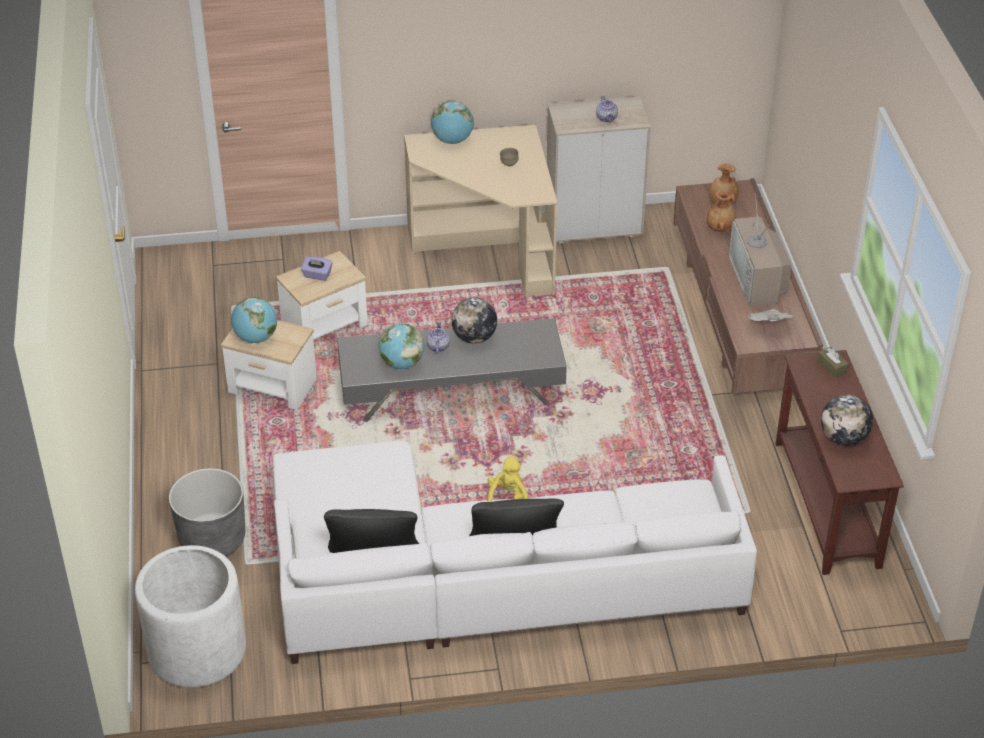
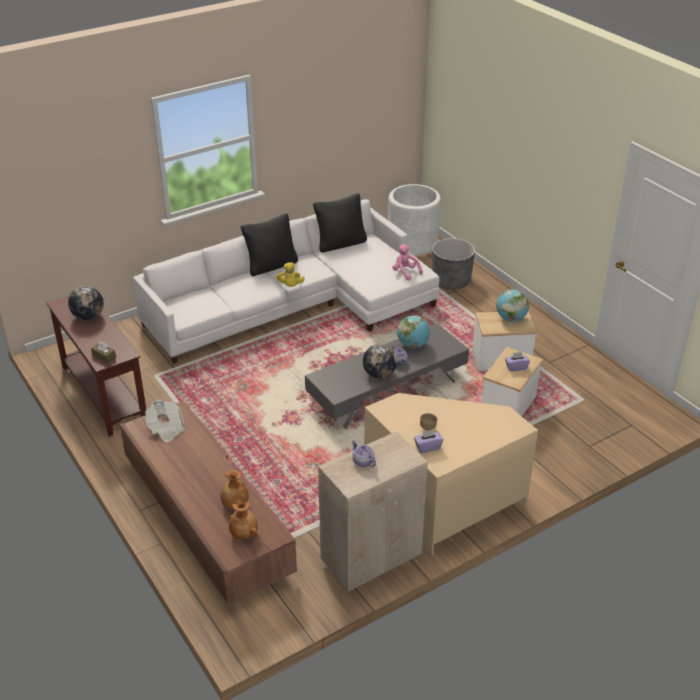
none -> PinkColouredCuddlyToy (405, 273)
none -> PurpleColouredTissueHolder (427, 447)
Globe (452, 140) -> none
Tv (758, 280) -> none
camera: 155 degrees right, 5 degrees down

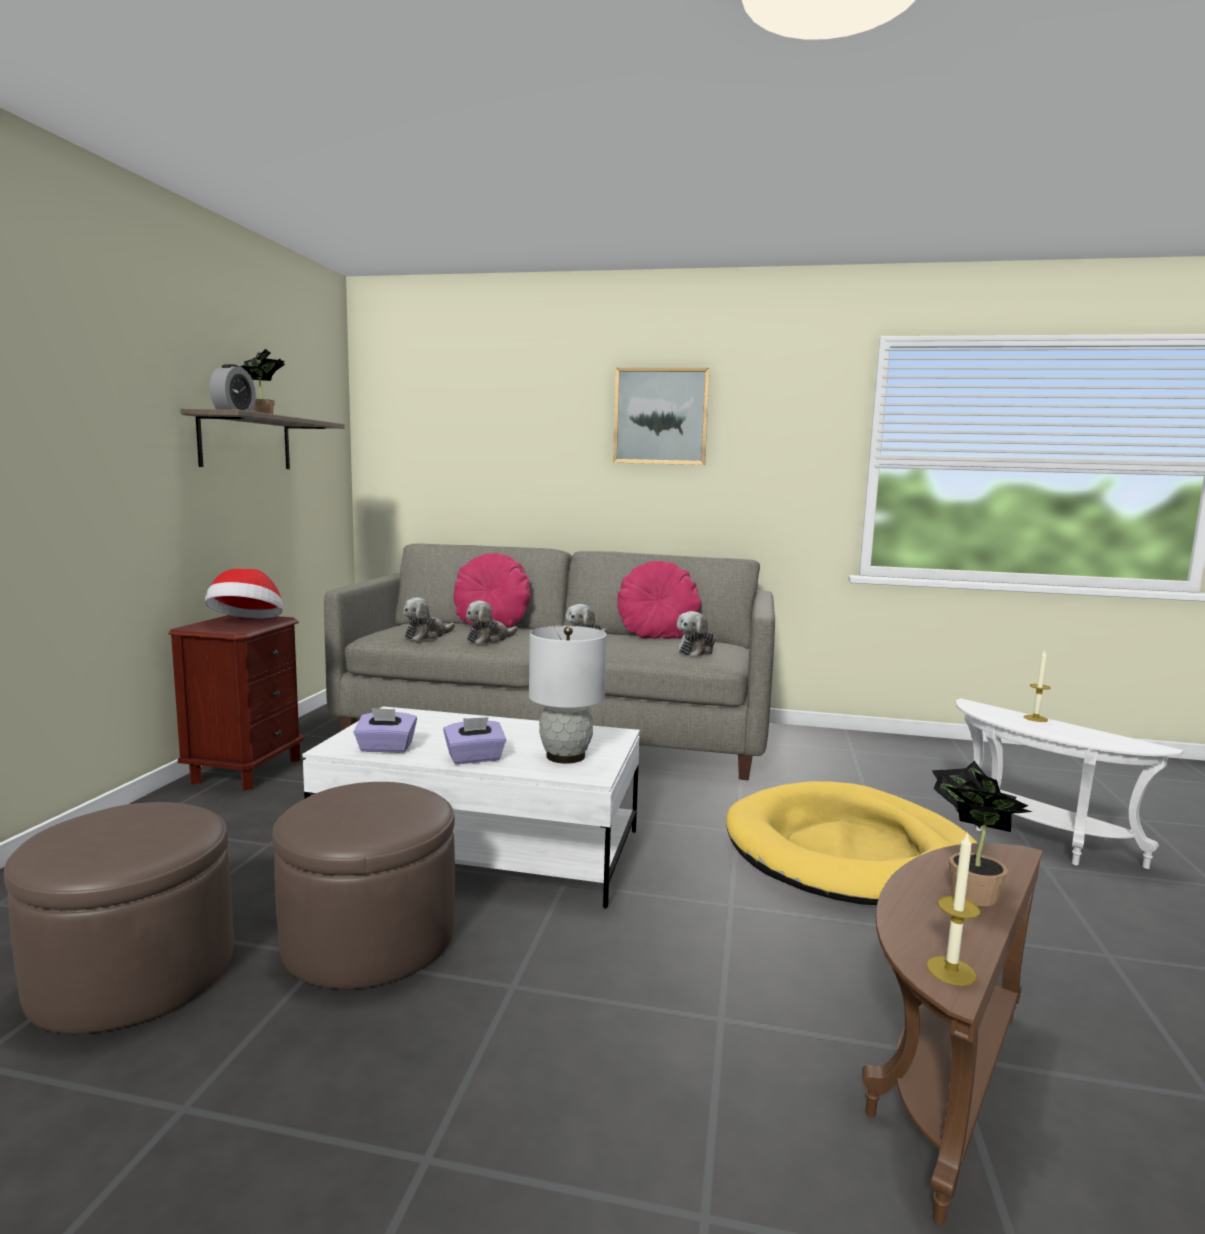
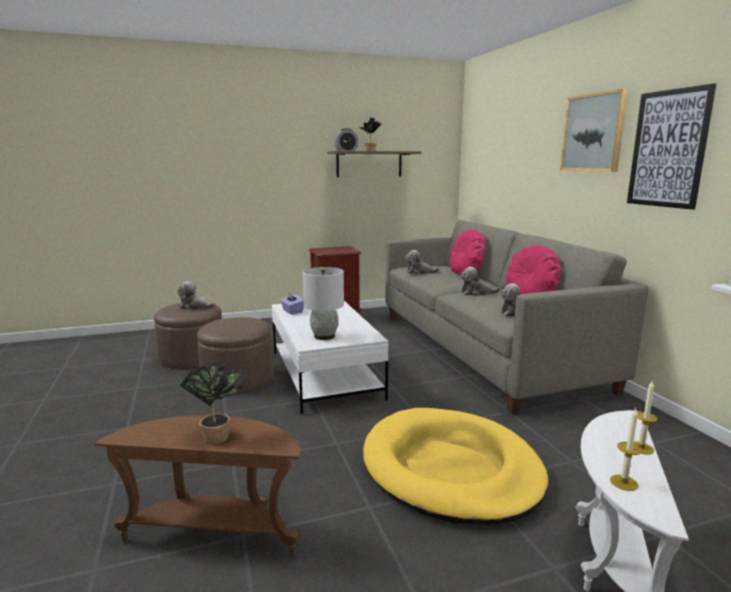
CuddlyToy (489, 639) -> CuddlyToy (195, 307), shifted
Candle (951, 971) -> Candle (624, 482), shifted
none -> WallPicture (668, 149)
ClothingHat (247, 623) -> none
PurpleColouredTissueHolder (475, 758) -> none
camera: 60 degrees right, 5 degrees up

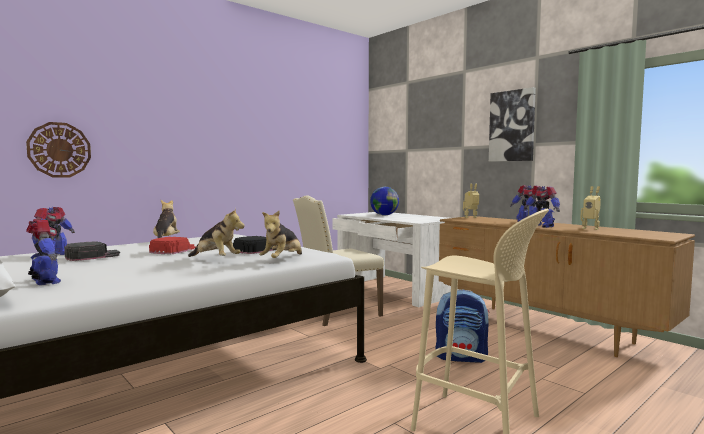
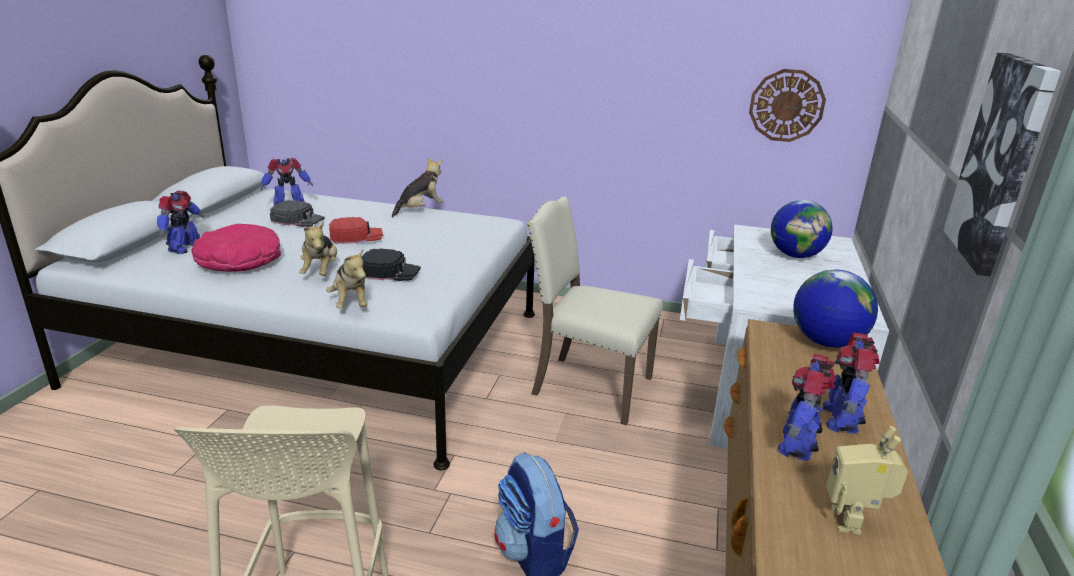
none -> PinkColouredCushion (238, 261)
CuddlyToy (282, 260) -> CuddlyToy (350, 303), 105 degrees counterclockwise
ClockOnTheWall (59, 150) -> ClockOnTheWall (786, 105), shifted
RobotFigure (471, 217) -> Globe (825, 342)
camera: 55 degrees right, 20 degrees up

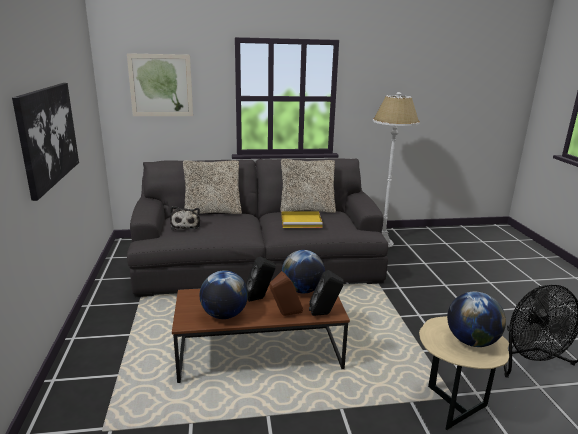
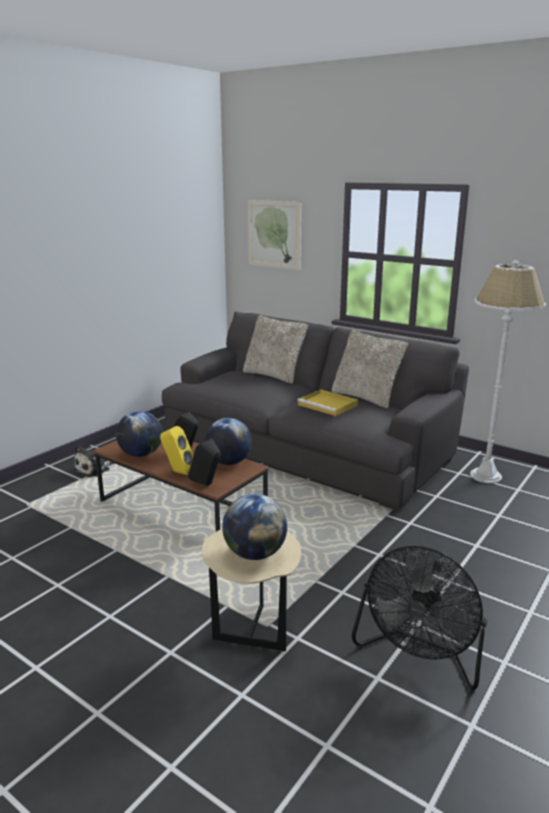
CuddlyToy (186, 225) -> CuddlyToy (94, 470), shifted
BrownishLoudspeaker (285, 315) -> YellowColouredLoudspeaker (178, 472)
WallPicture (48, 135) -> none
camera: 45 degrees right, 0 degrees up

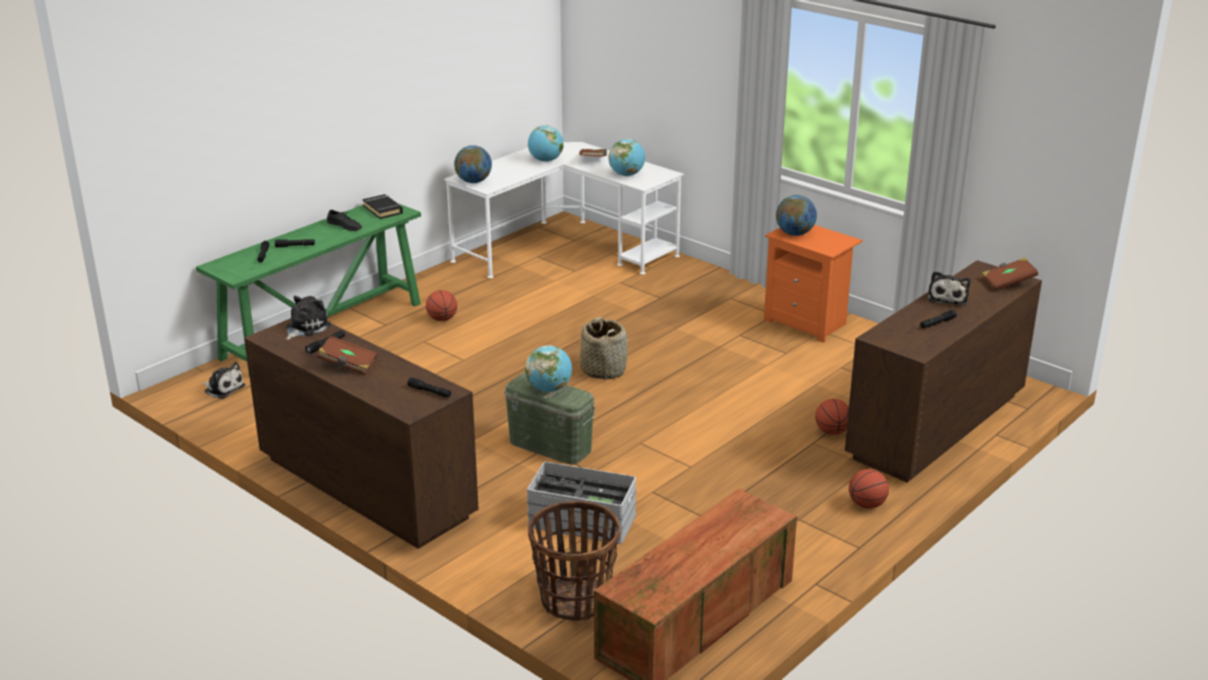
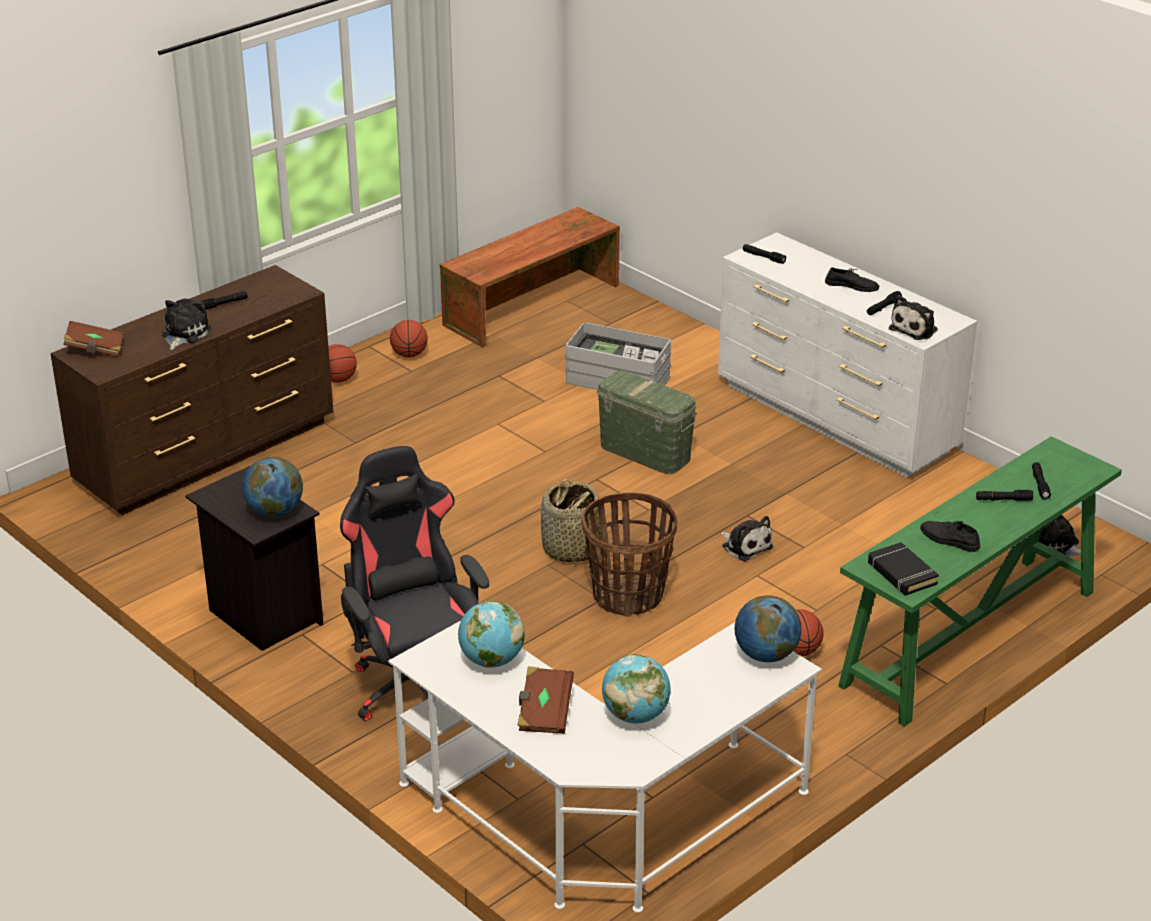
OrangeyBedsideTable (808, 322) -> BlackBedsideTable (262, 615)
none -> BlackOfficeChair (417, 690)
Basketball (832, 432) -> Basketball (409, 355), shifted
HouseholdBasket (574, 600) -> HouseholdBasket (628, 595), shifted
BrownishDresser (366, 487) -> WhiteDresser (836, 418)
none -> CuddlyToy (745, 546)
BrownishBoundBook (348, 365) -> BlackItemOfFootwear (852, 285)
Globe (549, 389) -> none
camera: 175 degrees left, 5 degrees up

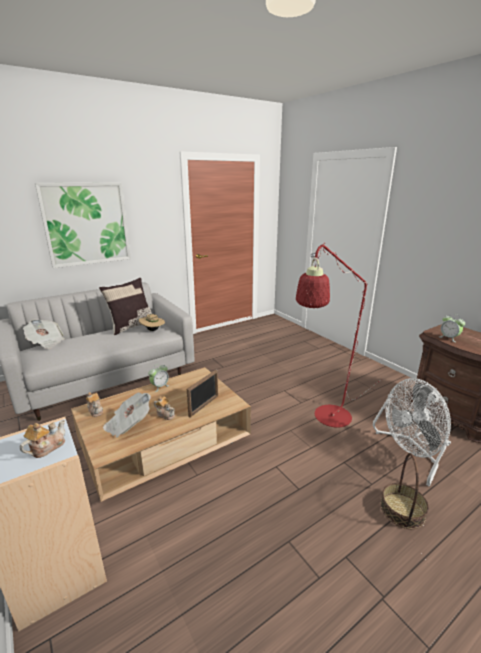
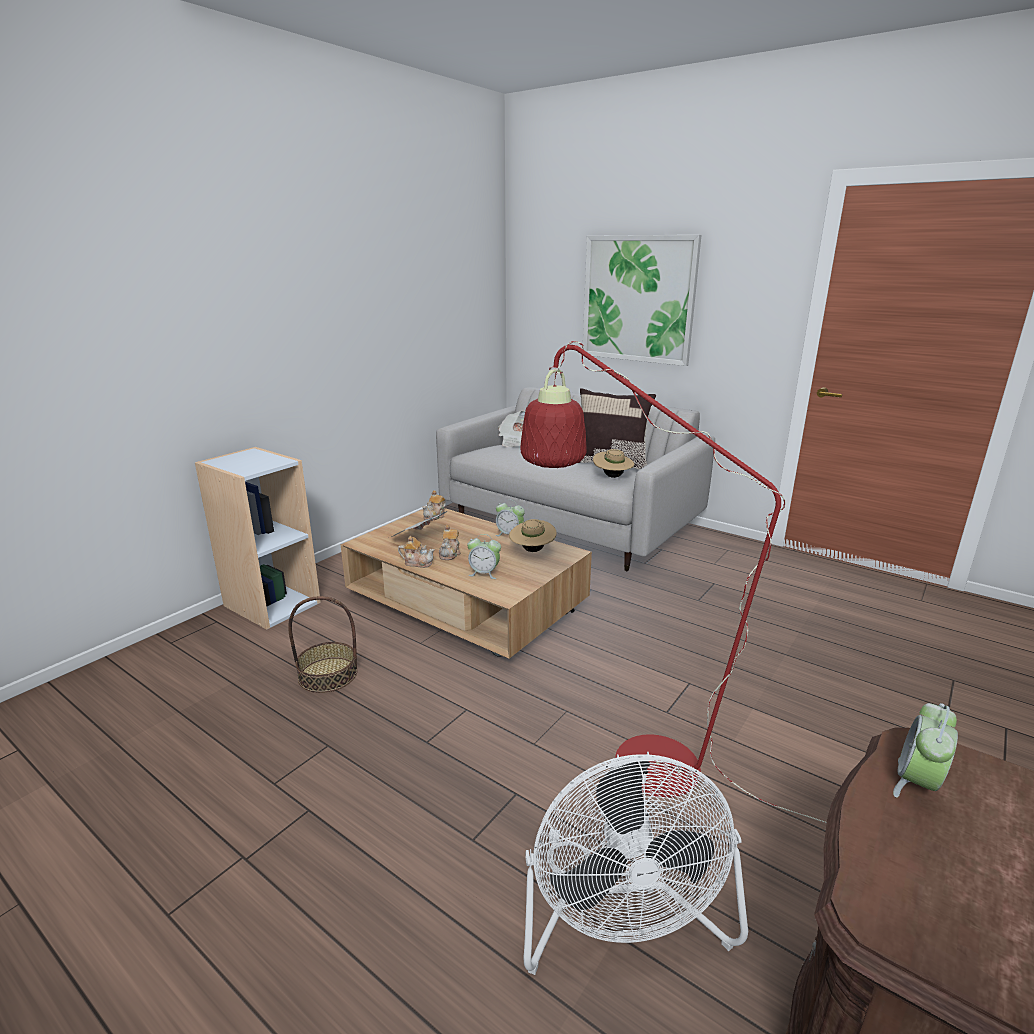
HouseholdBasket (402, 510) -> HouseholdBasket (328, 675), shifted
PotForTea (46, 447) -> PotForTea (417, 563), shifted
StandingFrame (204, 406) -> BedsideClock (484, 573)
none -> BeigeColouredClothingHat (532, 550)
WhiteCoolingFan (411, 451) -> WhiteCoolingFan (613, 919), 150 degrees counterclockwise
camera: 70 degrees right, 0 degrees up

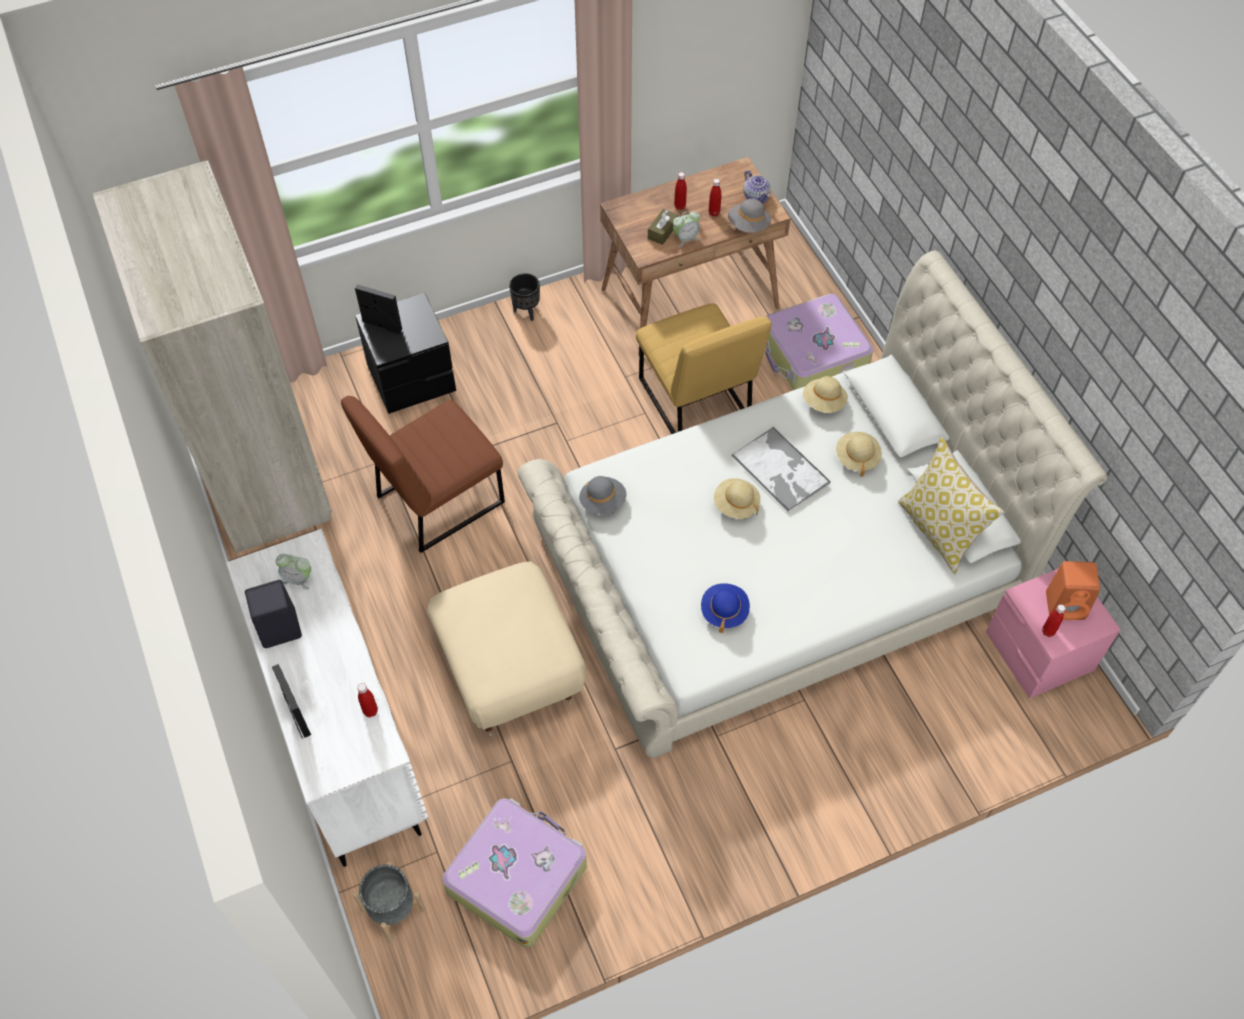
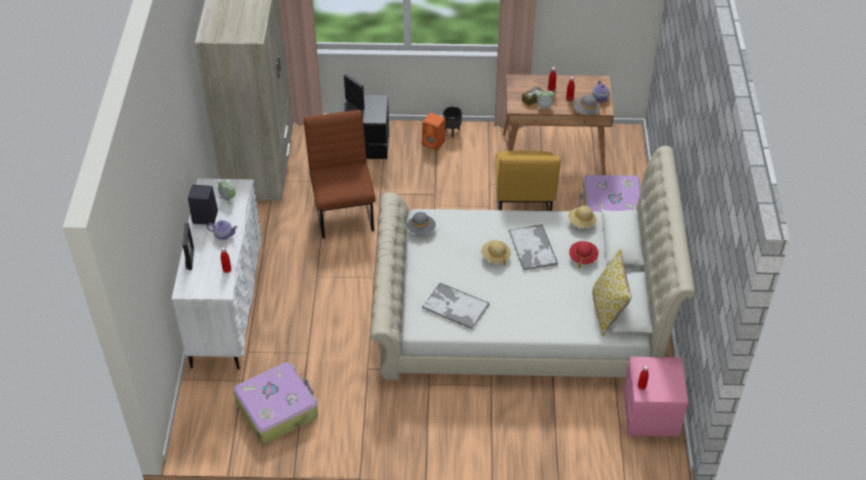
none -> PotForTea (223, 234)
BrownishChair (436, 500) -> BrownishChair (343, 211), 90 degrees clockwise
OrangeyLoudspeaker (1066, 605) -> OrangeyLoudspeaker (434, 143), shifted
BlueColouredClothingHat (724, 611) -> CarryingTray (455, 306)
BeigeColouredClothingHat (856, 457) -> RedColouredClothingHat (583, 257)
GreyishPlanter (393, 909) -> none
BeigeColouredFootrest (511, 669) -> none
camera: 25 degrees right, 10 degrees down

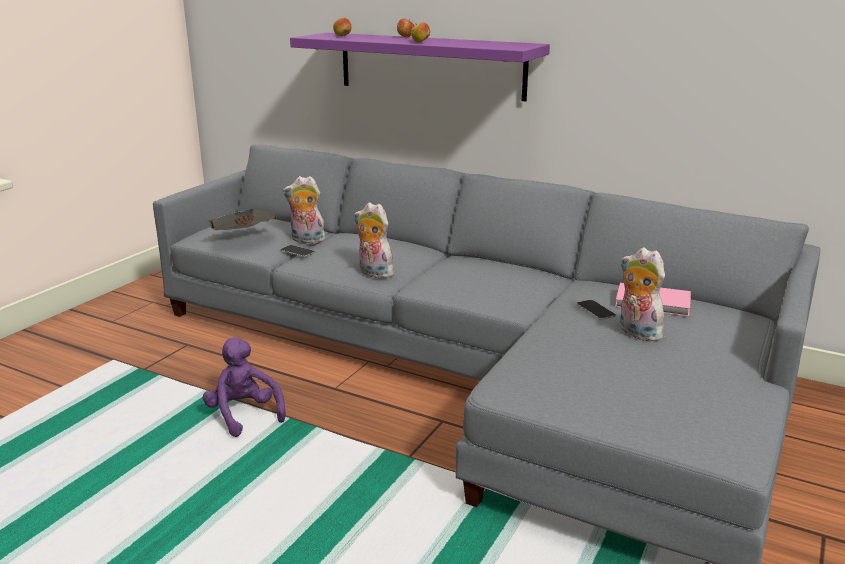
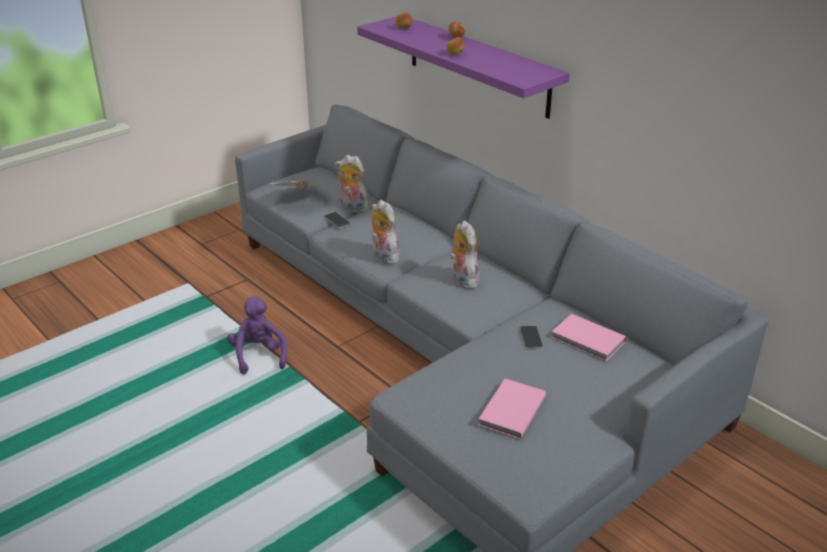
CuddlyToy (636, 333) -> CuddlyToy (462, 280), shifted
none -> PinkColouredBoundBook (510, 410)
camera: 20 degrees right, 10 degrees up

